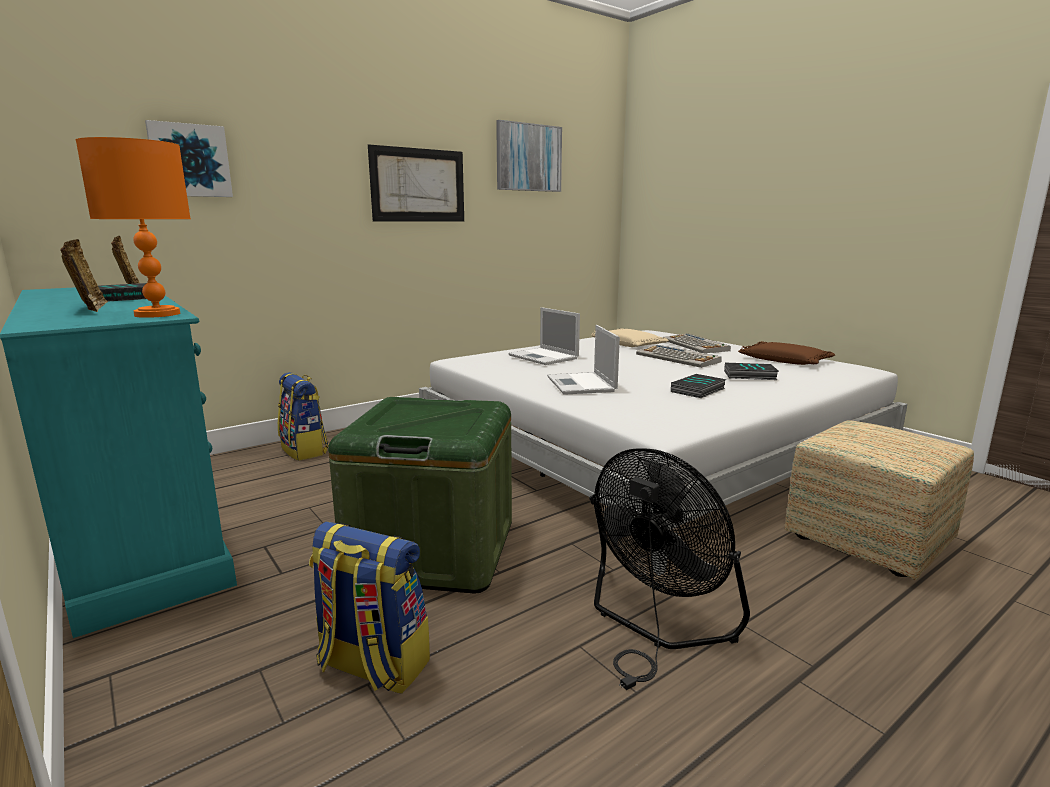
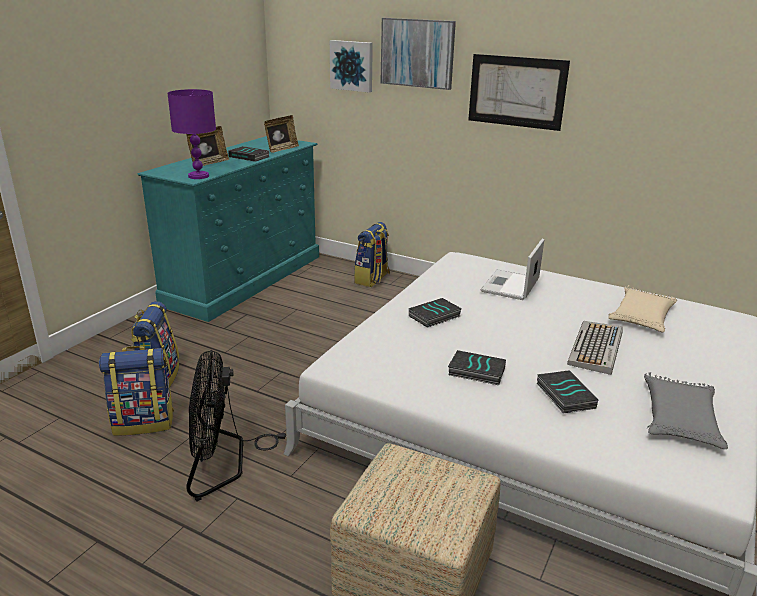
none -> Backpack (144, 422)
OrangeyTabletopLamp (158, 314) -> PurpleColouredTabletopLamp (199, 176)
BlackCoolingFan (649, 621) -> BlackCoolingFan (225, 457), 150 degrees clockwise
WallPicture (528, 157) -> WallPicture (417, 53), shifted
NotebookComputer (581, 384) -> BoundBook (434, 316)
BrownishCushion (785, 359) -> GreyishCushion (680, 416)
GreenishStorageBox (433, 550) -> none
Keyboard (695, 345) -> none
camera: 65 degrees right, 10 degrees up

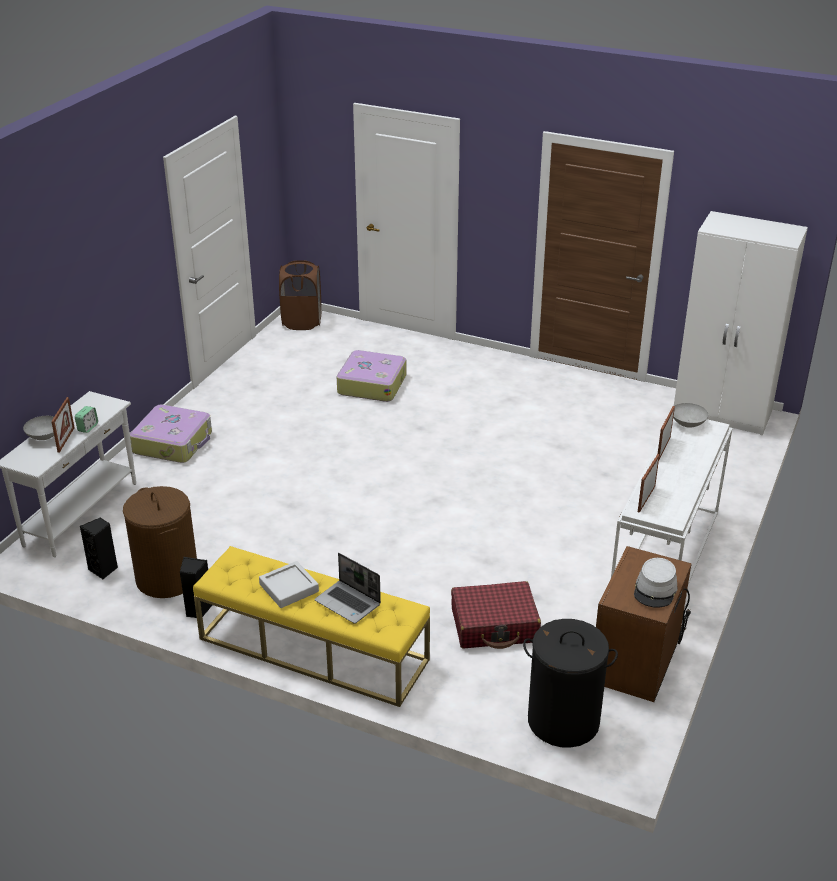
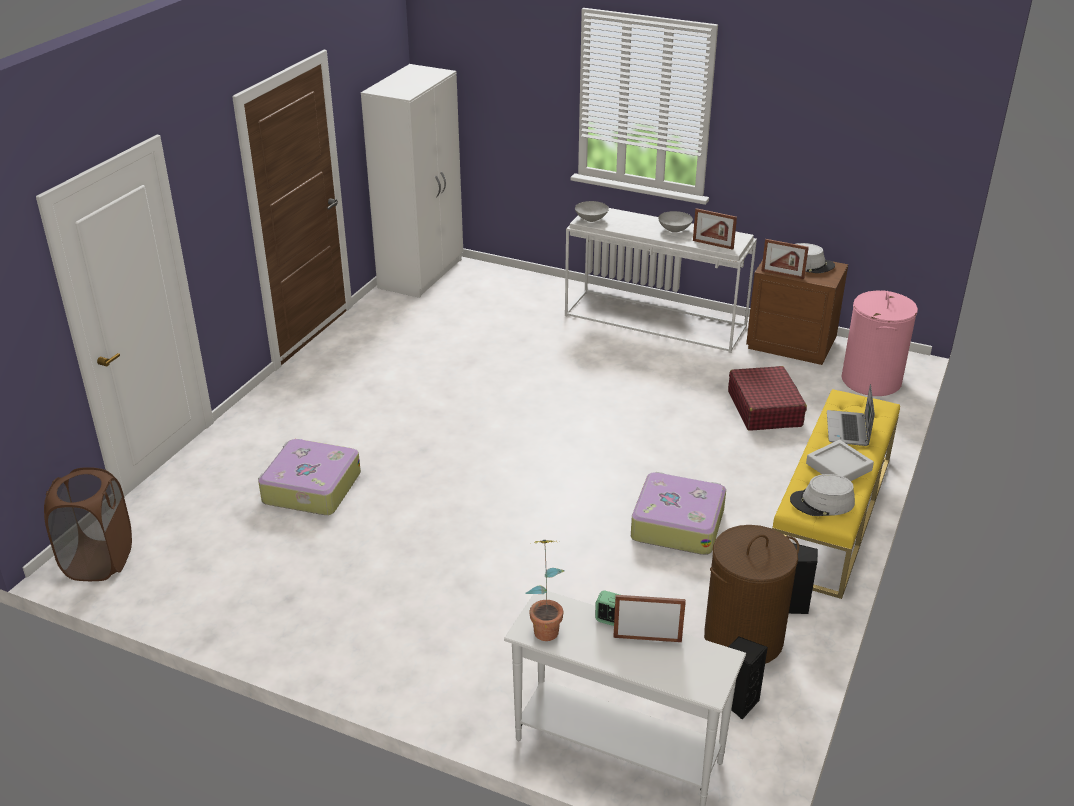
none -> Houseplant (545, 626)
PieceOfLuggage (173, 443) -> PieceOfLuggage (677, 523), shifted
GreyishDeepDish (44, 436) -> GreyishDeepDish (674, 230), shifted
StandingFrame (663, 449) -> StandingFrame (782, 275), shifted
none -> GreyishClothingHat (822, 502)
NotebookComputer (348, 603) -> NotebookComputer (848, 430), 150 degrees clockwise
BlackLaundryBasket (563, 721) -> PinkColouredLaundryBasket (871, 380)
camera: 90 degrees left, 0 degrees up

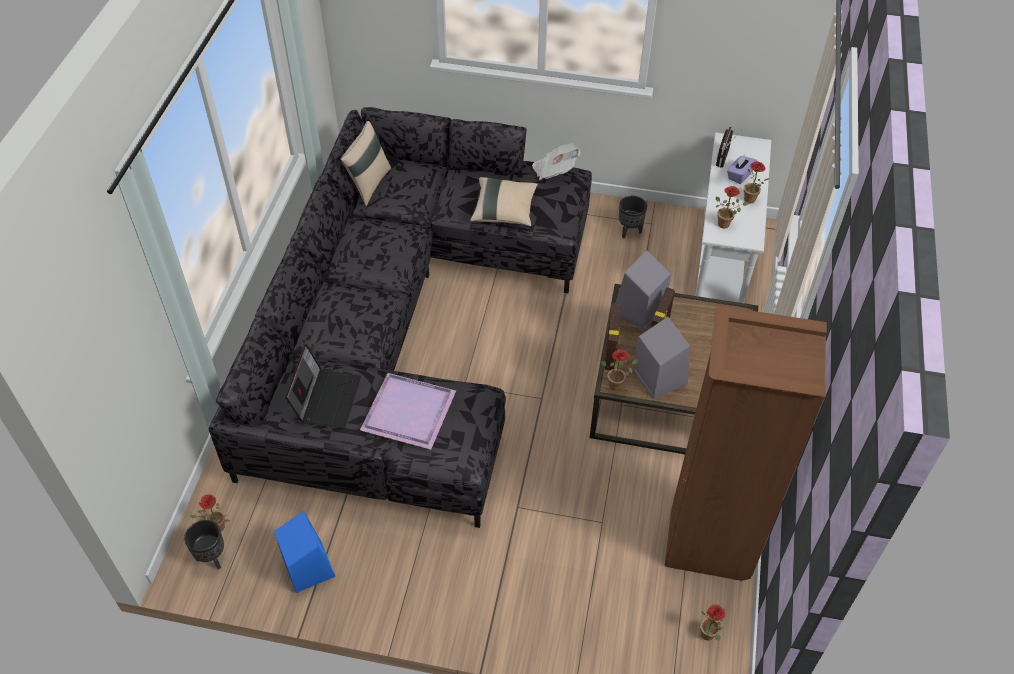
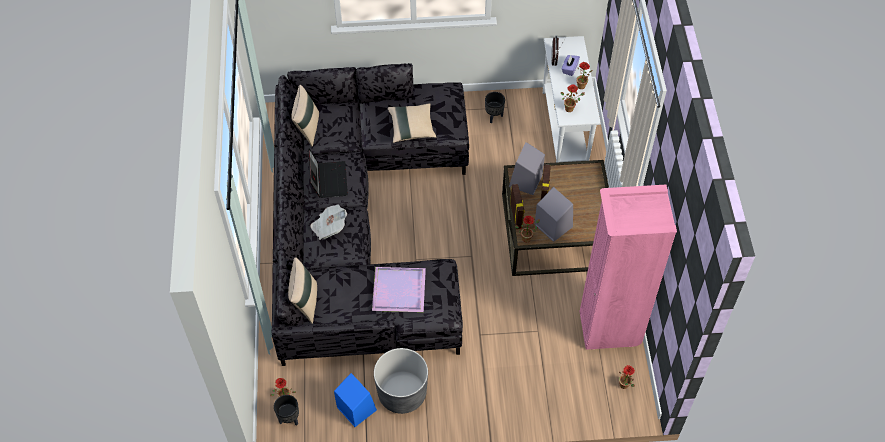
none -> BeigeColouredCushion (305, 302)
NotebookComputer (326, 398) -> NotebookComputer (328, 180), shifted
Newspaper (554, 171) -> Newspaper (329, 227), shifted
none -> GreyishPlanter (402, 393)
BrownishCupboard (708, 545) -> PinkColouredCupboard (609, 329)
camera: 15 degrees left, 5 degrees up

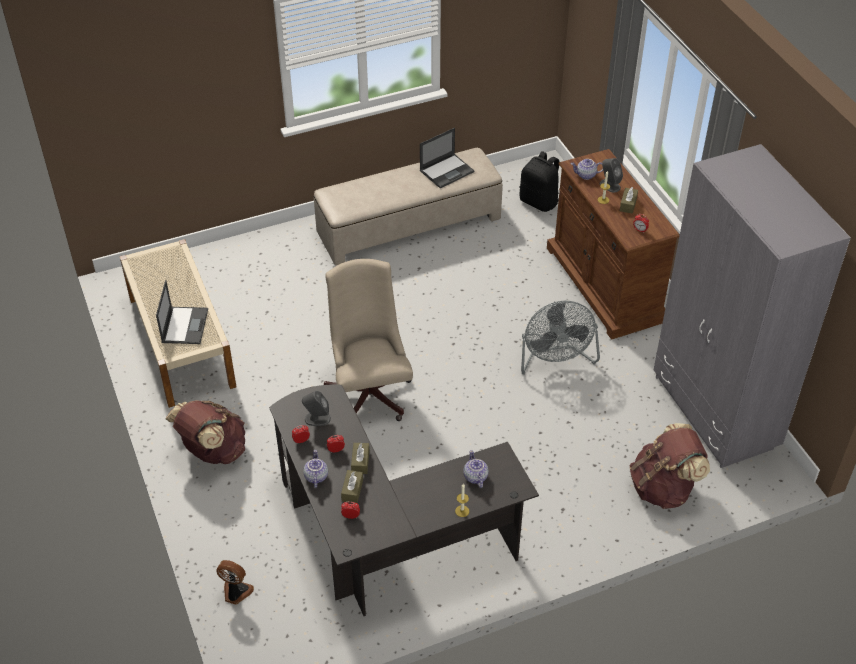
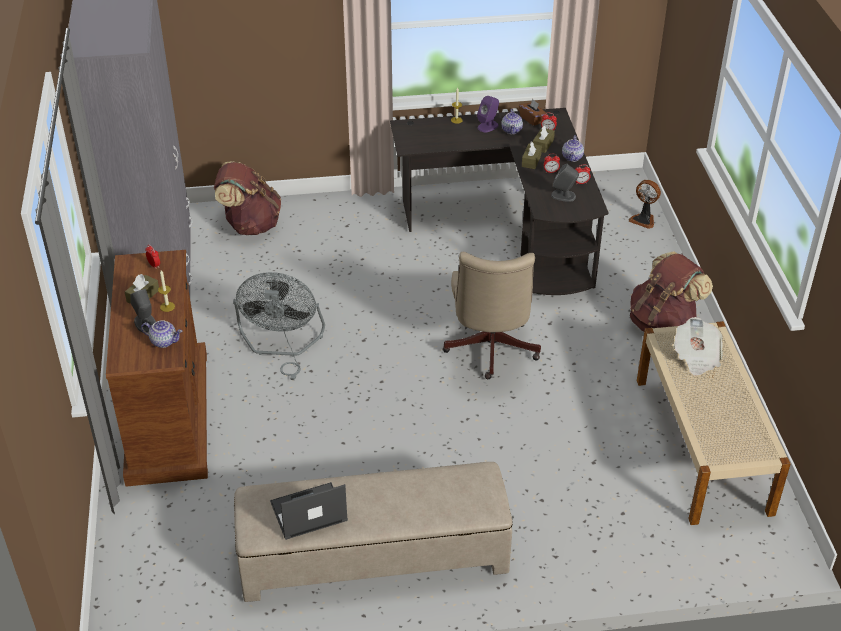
none -> PurpleColouredLoudspeaker (488, 126)
PotForTea (475, 477) -> PotForTea (512, 130), shifted
none -> BrownishTissueHolder (532, 119)
NotebookComputer (185, 325) -> Newspaper (696, 357)
BlackBackpack (539, 201) -> none
camera: 165 degrees left, 5 degrees down

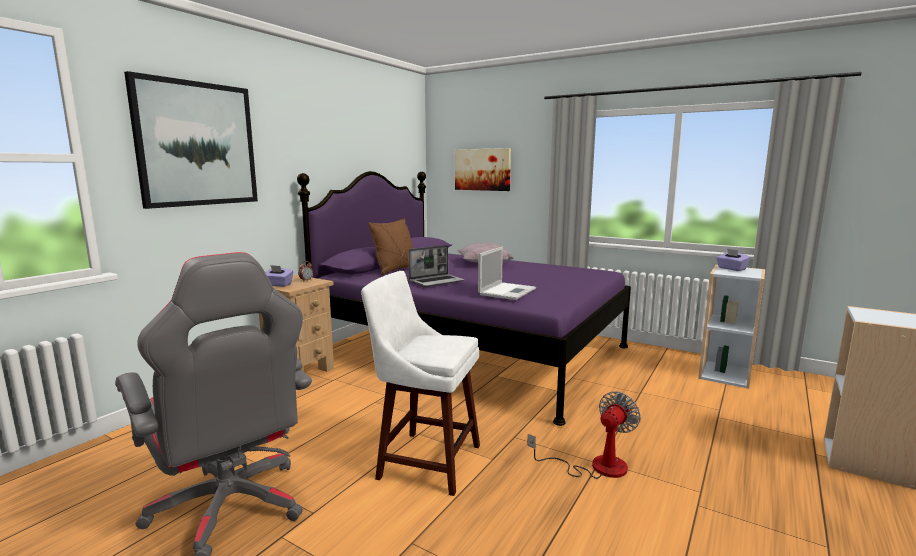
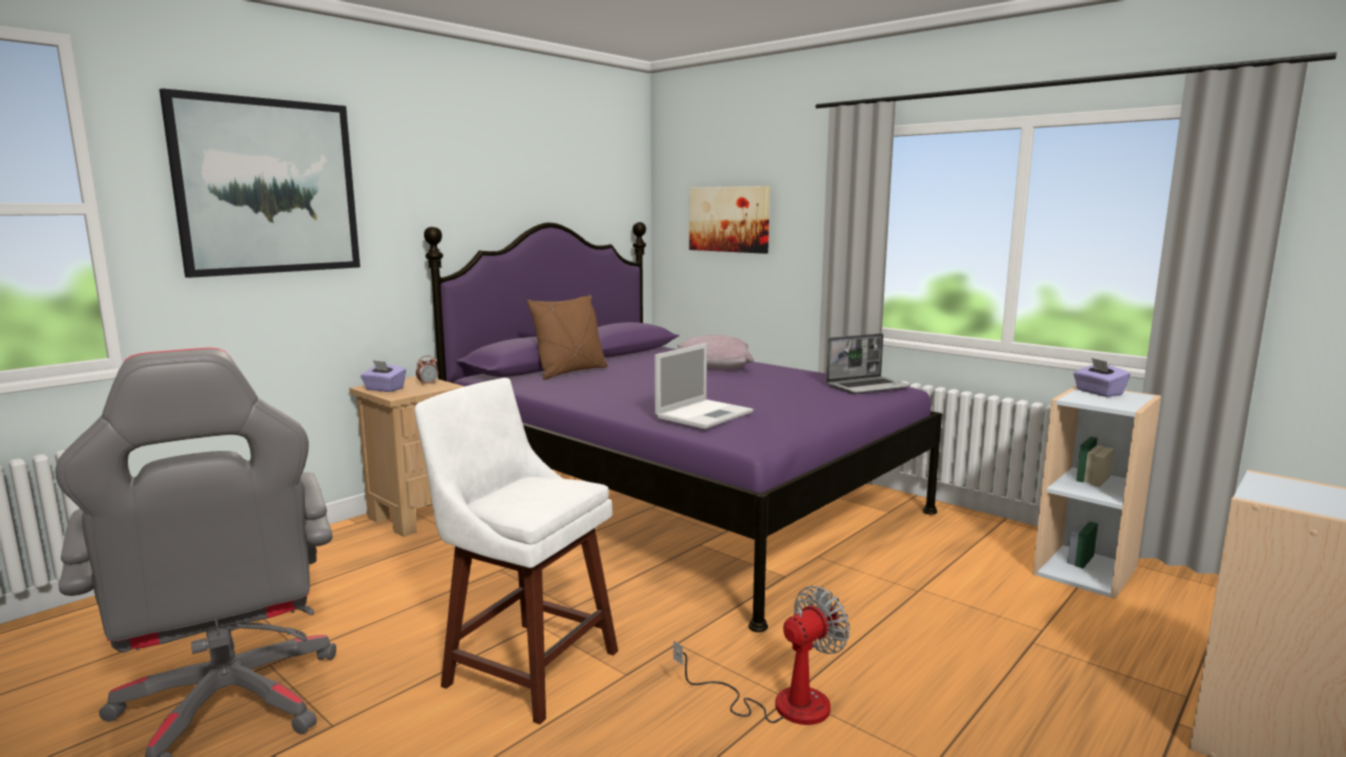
NotebookComputer (437, 281) -> NotebookComputer (867, 387), shifted
camera: 10 degrees right, 0 degrees up

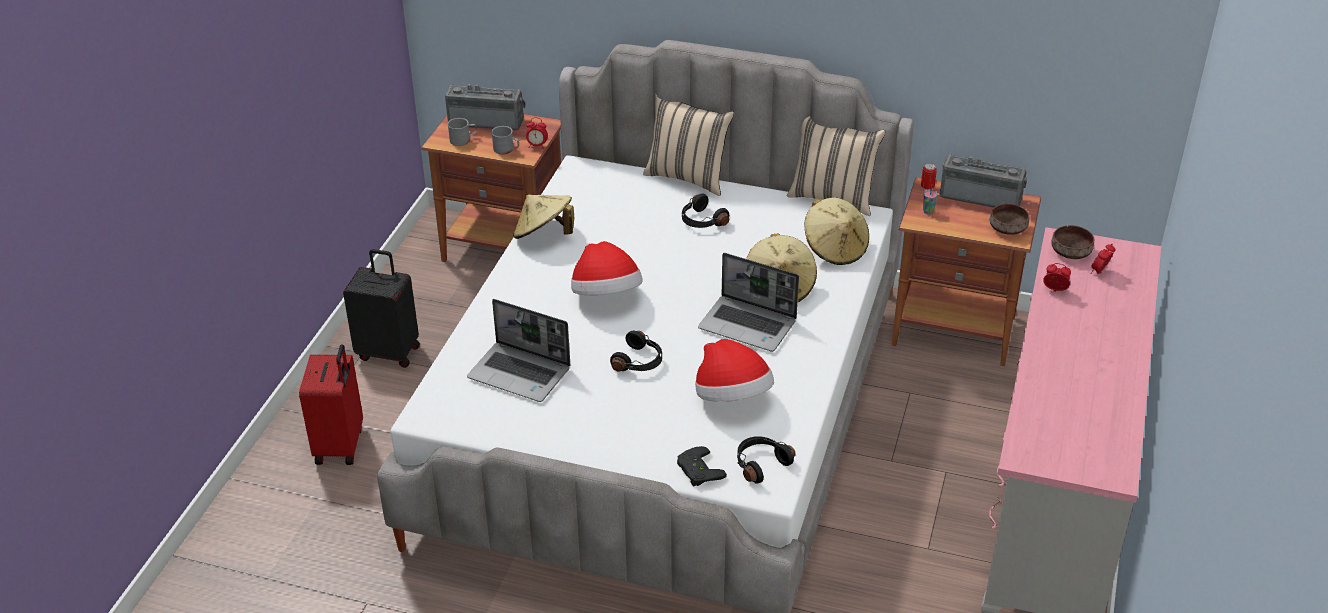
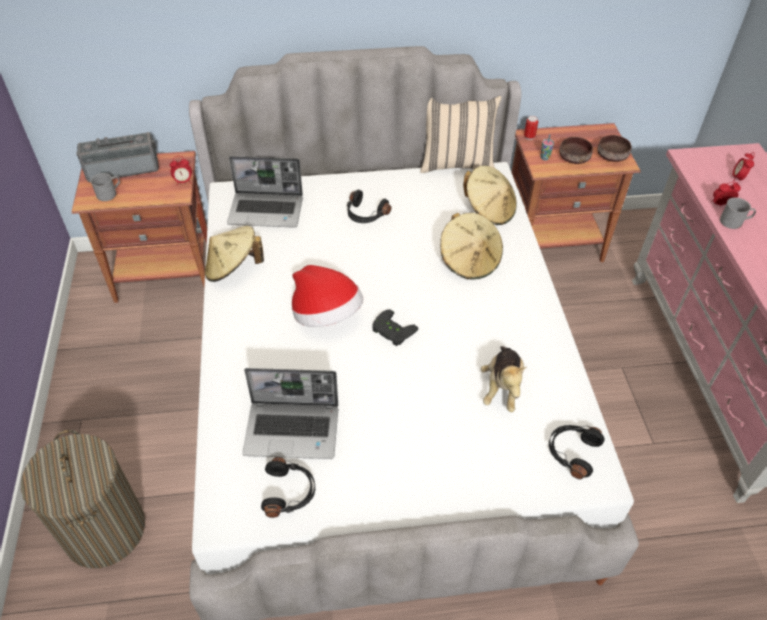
RedColouredPieceOfLuggage (341, 445) -> LaundryBasket (105, 530)
NotebookComputer (749, 325) -> NotebookComputer (267, 211), shifted
BlackHeadphones (639, 362) -> BlackHeadphones (289, 492), shifted
BlackGamepad (697, 470) -> BlackGamepad (391, 331), shifted
ClothingHat (732, 397) -> CuddlyToy (501, 387)
BrownishDeepDish (1070, 252) -> BrownishDeepDish (574, 158), shifted
GreyishTeaMug (506, 149) -> GreyishTeaMug (734, 222), shifted
BlackPieceOfLuggage (389, 352) -> none
BeigeColouredCushion (688, 177) -> none
Radio (981, 196) -> none
camera: 25 degrees left, 10 degrees up

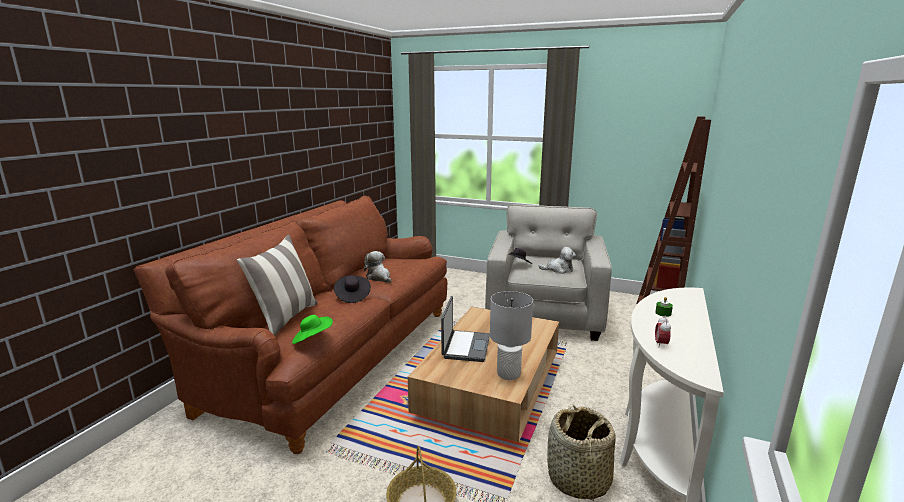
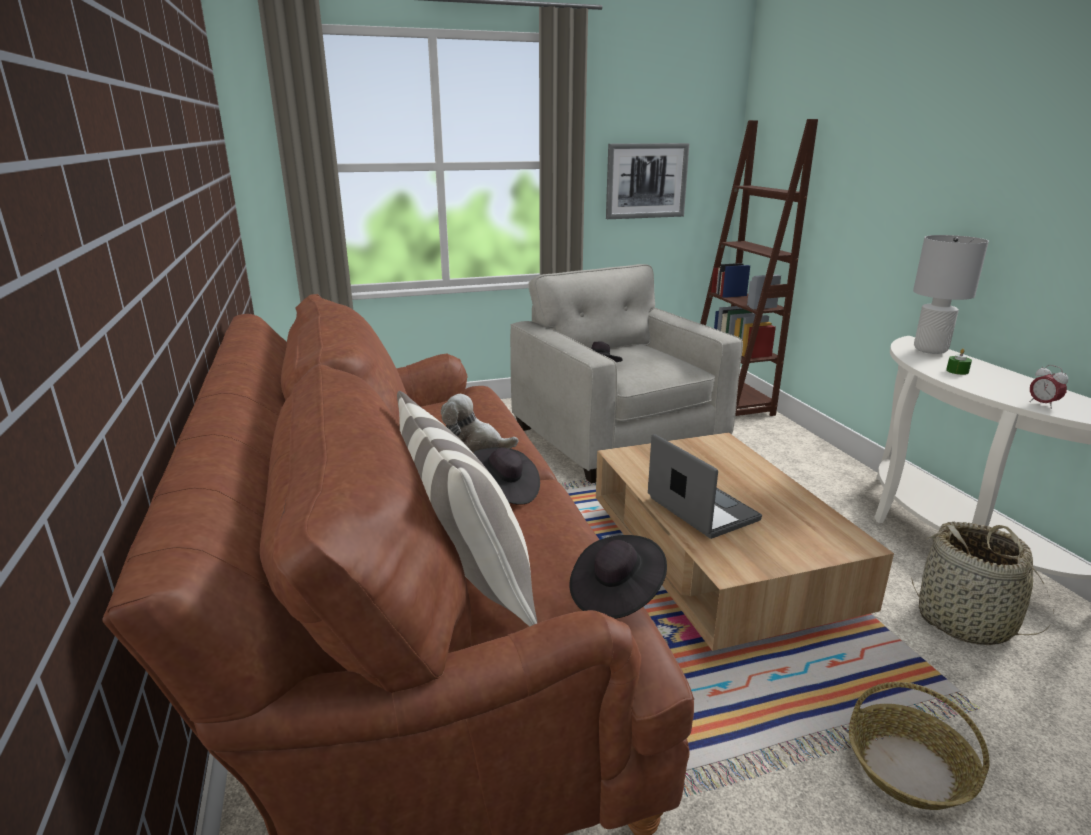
GreenishClothingHat (312, 339) -> BlackClothingHat (616, 594)
none -> WallPicture (646, 181)
GreyishTabletopLamp (508, 376) -> GreyishTabletopLamp (929, 351), shifted
CuddlyToy (558, 269) -> none
camera: 40 degrees left, 5 degrees up

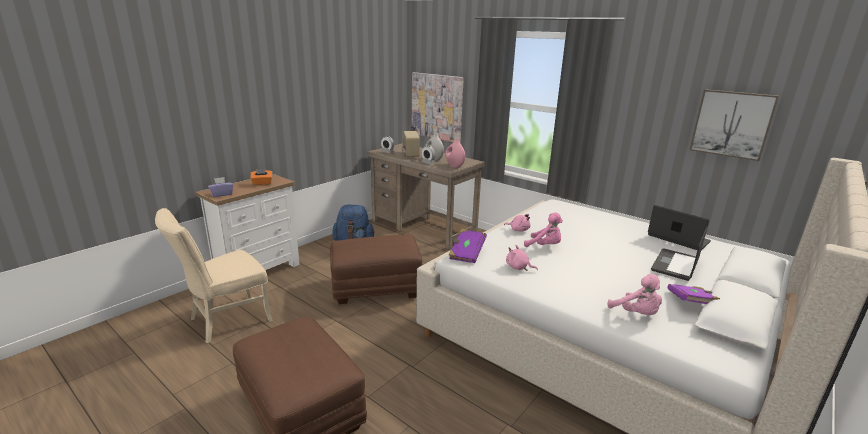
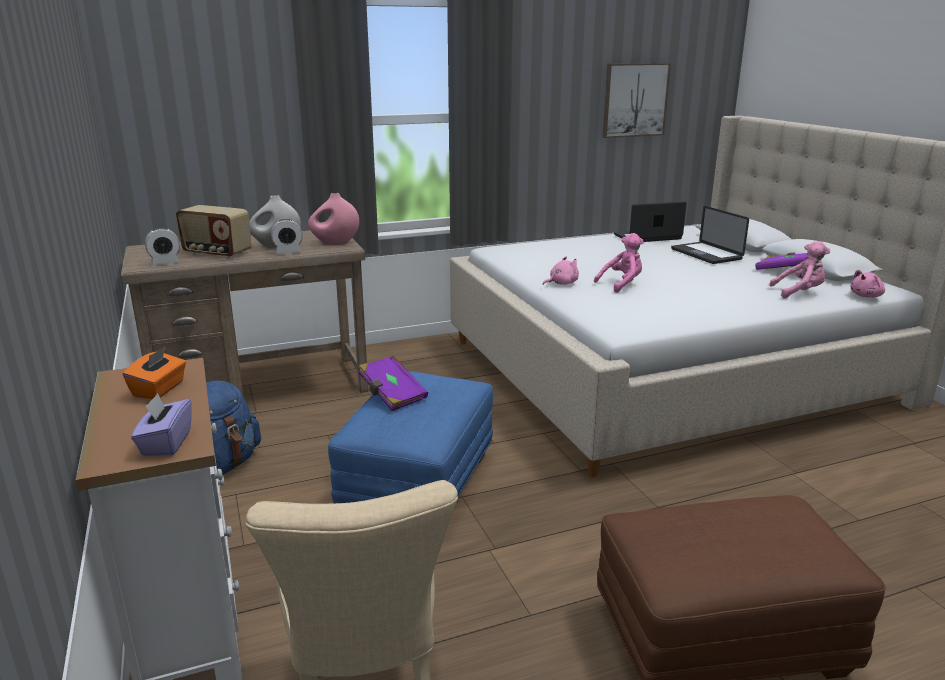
BrownishFootrest (376, 287) -> BlueColouredFootrest (417, 484)
PurpleColouredBoundBook (466, 253) -> PurpleColouredBoundBook (392, 395), shifted
PinkColouredCuddlyToy (518, 268) -> PinkColouredCuddlyToy (866, 296), shifted
WallPicture (437, 106) -> none
camera: 60 degrees left, 0 degrees up

